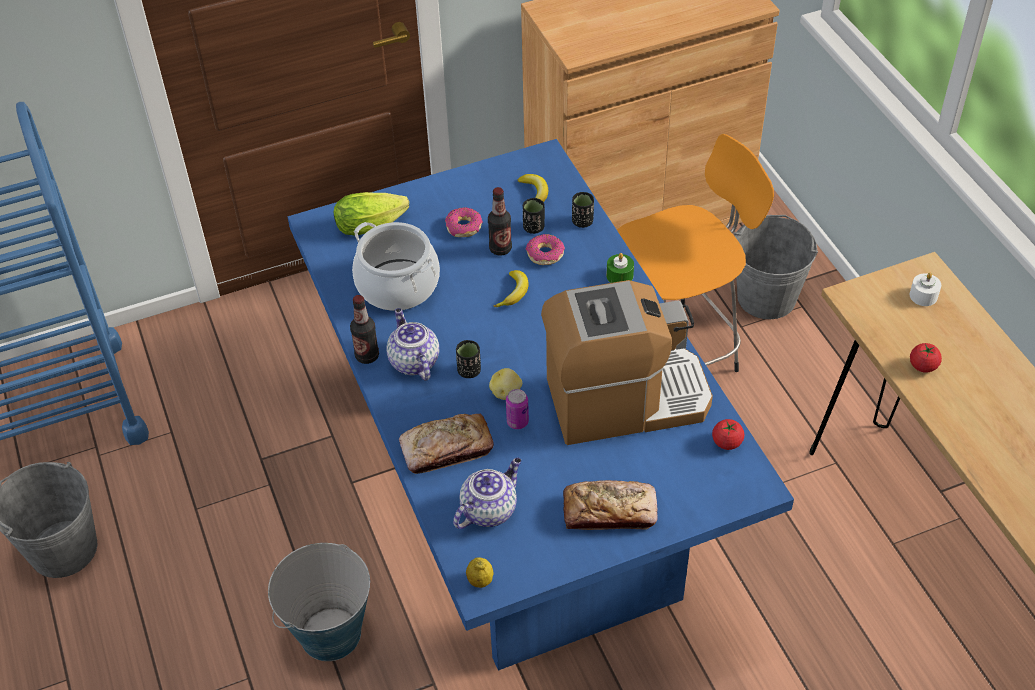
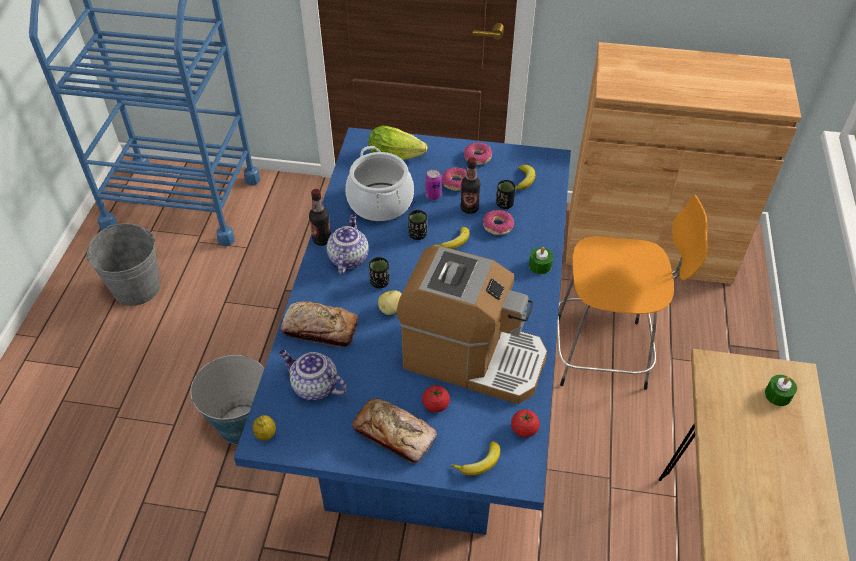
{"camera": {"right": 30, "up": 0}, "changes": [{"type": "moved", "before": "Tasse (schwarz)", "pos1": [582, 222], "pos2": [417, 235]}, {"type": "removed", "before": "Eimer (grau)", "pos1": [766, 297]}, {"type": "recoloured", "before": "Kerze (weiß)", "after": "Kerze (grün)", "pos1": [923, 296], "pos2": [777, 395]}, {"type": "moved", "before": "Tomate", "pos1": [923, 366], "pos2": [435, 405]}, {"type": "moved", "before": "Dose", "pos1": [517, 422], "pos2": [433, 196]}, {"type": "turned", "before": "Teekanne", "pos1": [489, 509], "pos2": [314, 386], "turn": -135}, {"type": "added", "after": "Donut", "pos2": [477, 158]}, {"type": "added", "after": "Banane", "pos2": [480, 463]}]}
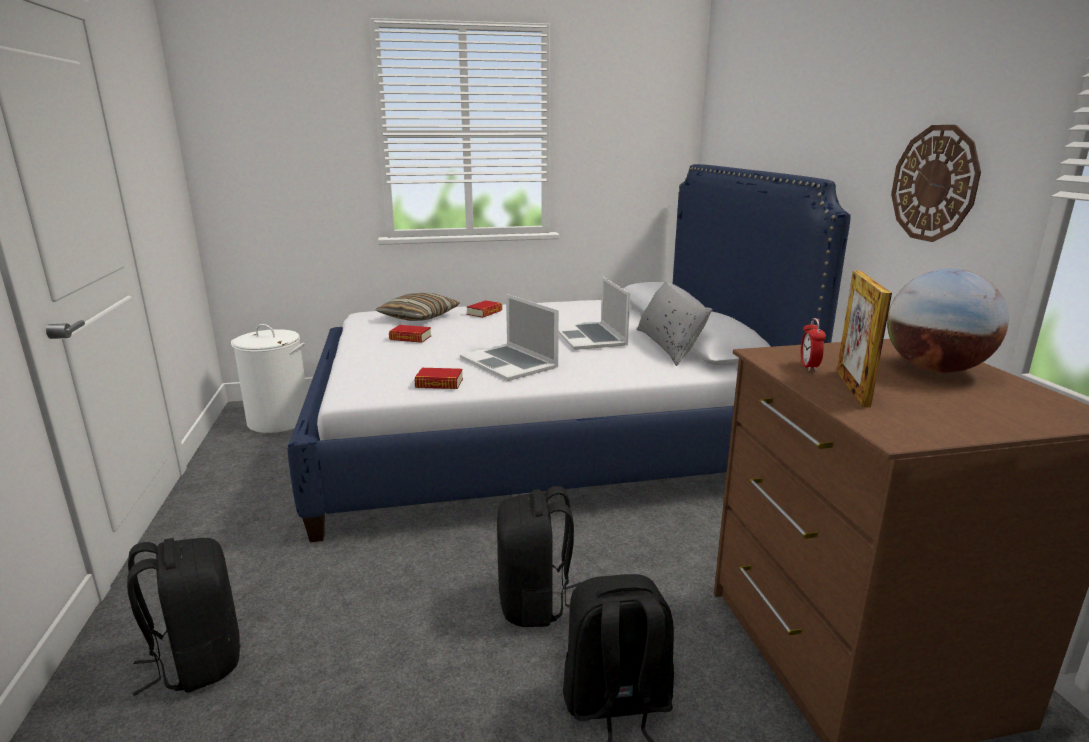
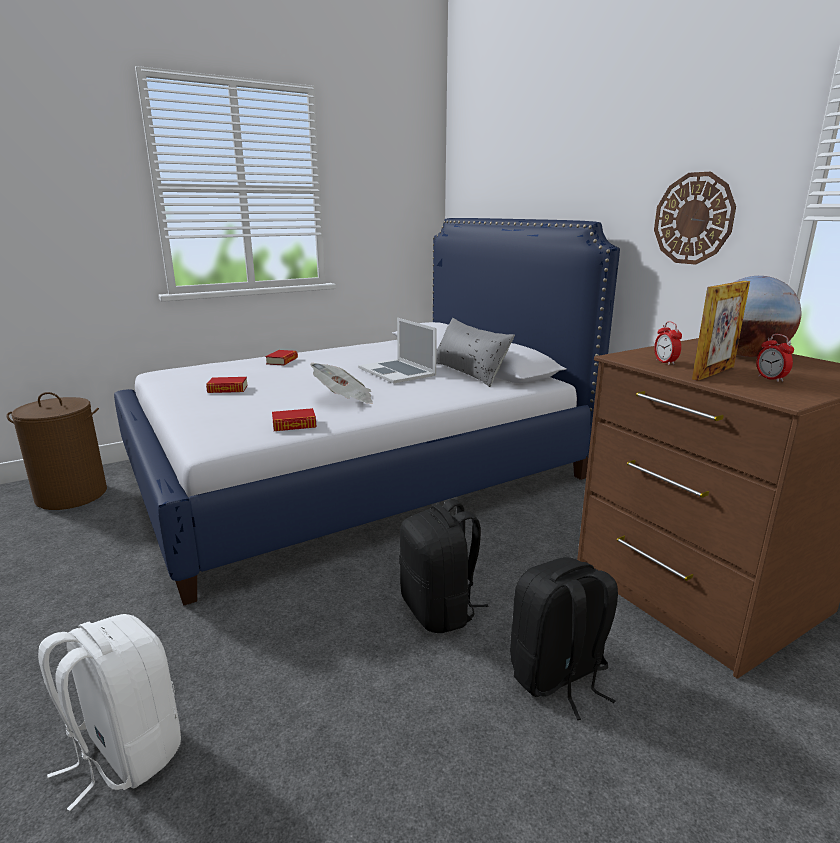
{"camera": {"right": -20, "up": 0}, "changes": [{"type": "turned", "before": "Bilderrahmen", "pos1": [852, 388], "pos2": [713, 373], "turn": -120}, {"type": "removed", "before": "Kissen", "pos1": [419, 317]}, {"type": "replaced", "before": "Laptop", "after": "Zeitung", "pos1": [509, 362], "pos2": [344, 399]}, {"type": "recoloured", "before": "Wäschekorb (weiß)", "after": "Wäschekorb (braun)", "pos1": [279, 420], "pos2": [72, 495]}, {"type": "recoloured", "before": "Rucksack (schwarz)", "after": "Rucksack (weiß)", "pos1": [198, 660], "pos2": [125, 752]}, {"type": "added", "after": "Wecker", "pos2": [770, 379]}]}
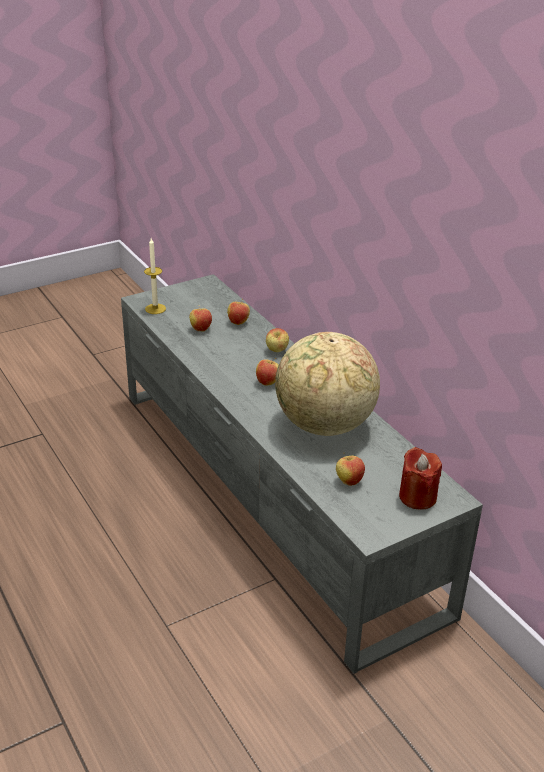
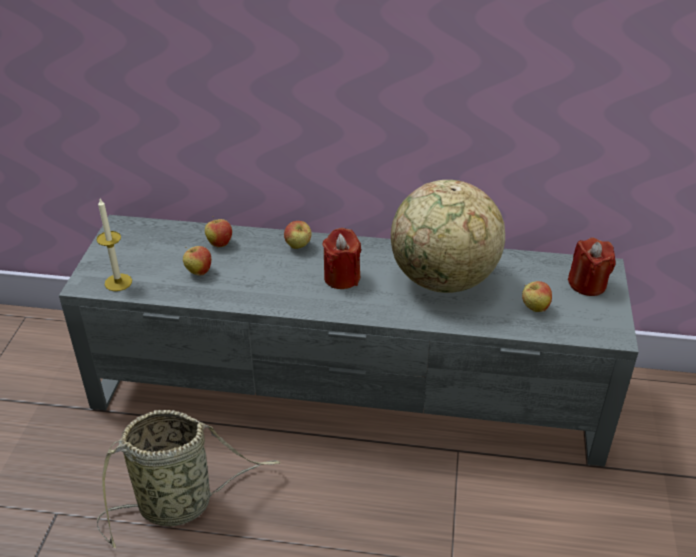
{"camera": {"right": -50, "up": 5}, "changes": [{"type": "replaced", "before": "Apfel", "after": "Kerze (rot)", "pos1": [268, 382], "pos2": [342, 277]}, {"type": "added", "after": "Korb", "pos2": [181, 503]}]}
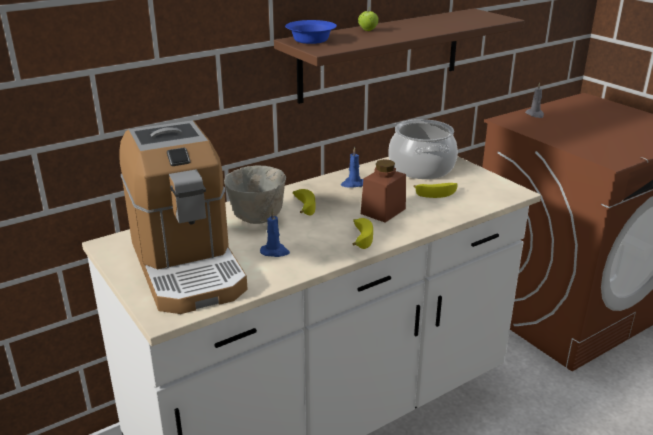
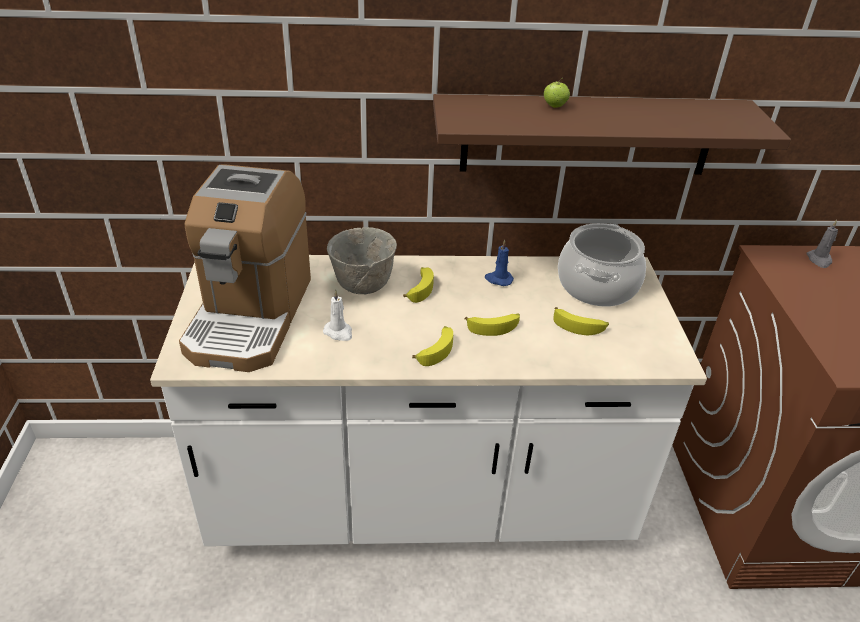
{"camera": {"right": 30, "up": 10}, "changes": [{"type": "removed", "before": "Schüssel (blau)", "pos1": [312, 40]}, {"type": "replaced", "before": "Vorratsglas (braun)", "after": "Banane", "pos1": [383, 211], "pos2": [494, 326]}, {"type": "recoloured", "before": "Kerze (blau)", "after": "Kerze (weiß)", "pos1": [275, 252], "pos2": [339, 332]}]}
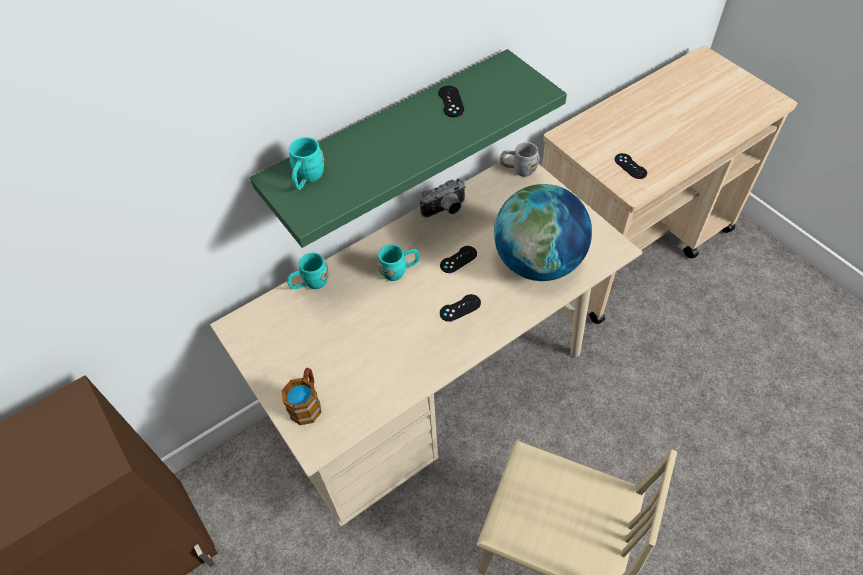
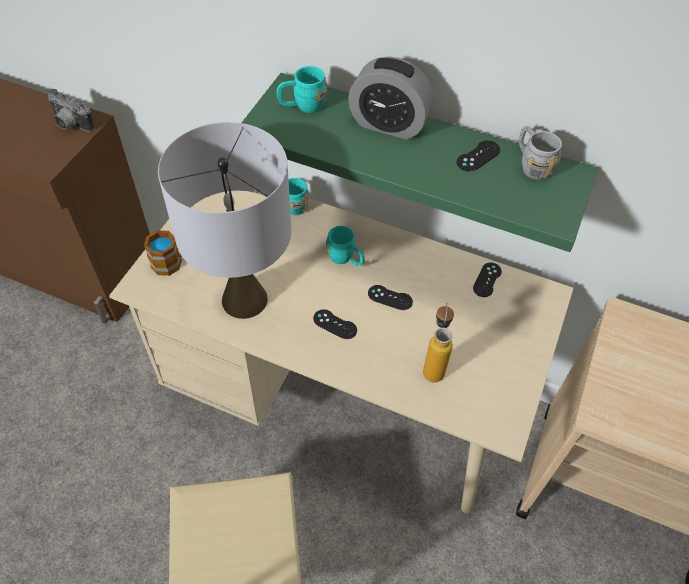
{"camera": {"right": 55, "up": 0}, "changes": [{"type": "moved", "before": "Henkelbecher (grau)", "pos1": [518, 169], "pos2": [531, 165]}, {"type": "moved", "before": "Gamepad (schwarz)", "pos1": [630, 166], "pos2": [487, 280]}, {"type": "moved", "before": "Kamera", "pos1": [445, 210], "pos2": [70, 125]}, {"type": "replaced", "before": "Globus", "after": "Flasche", "pos1": [538, 262], "pos2": [434, 365]}, {"type": "added", "after": "Wecker", "pos2": [388, 124]}, {"type": "added", "after": "Tischlampe (grau)", "pos2": [245, 299]}]}
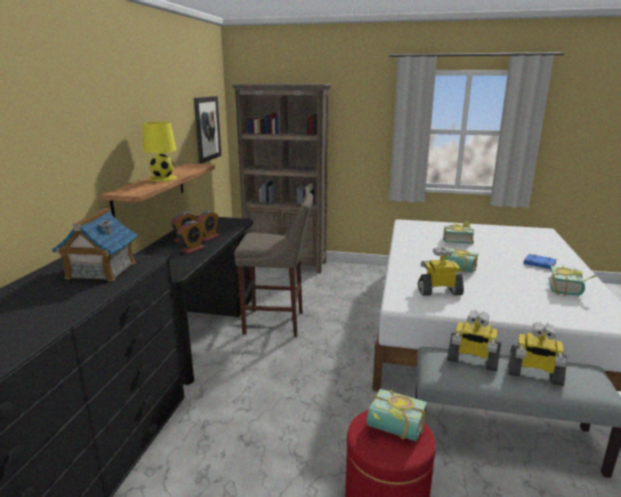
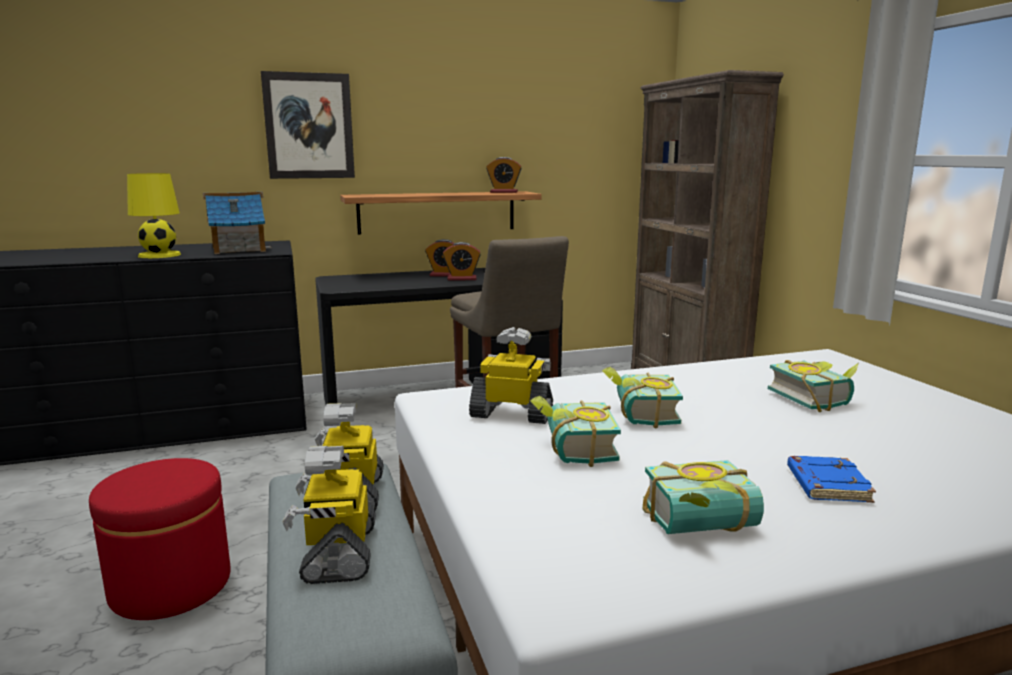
{"camera": {"right": 60, "up": -5}, "changes": [{"type": "moved", "before": "Bild", "pos1": [207, 128], "pos2": [309, 126]}, {"type": "moved", "before": "Tischlampe (gelb)", "pos1": [163, 179], "pos2": [159, 255]}, {"type": "moved", "before": "Wecker", "pos1": [192, 249], "pos2": [504, 192]}, {"type": "turned", "before": "Spielzeugroboter", "pos1": [439, 291], "pos2": [513, 414], "turn": -45}, {"type": "moved", "before": "Buch", "pos1": [394, 430], "pos2": [572, 450]}]}
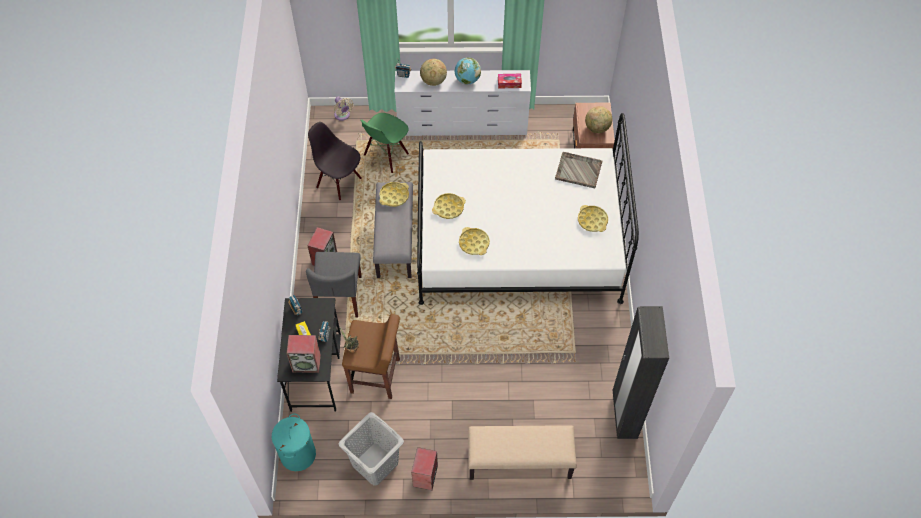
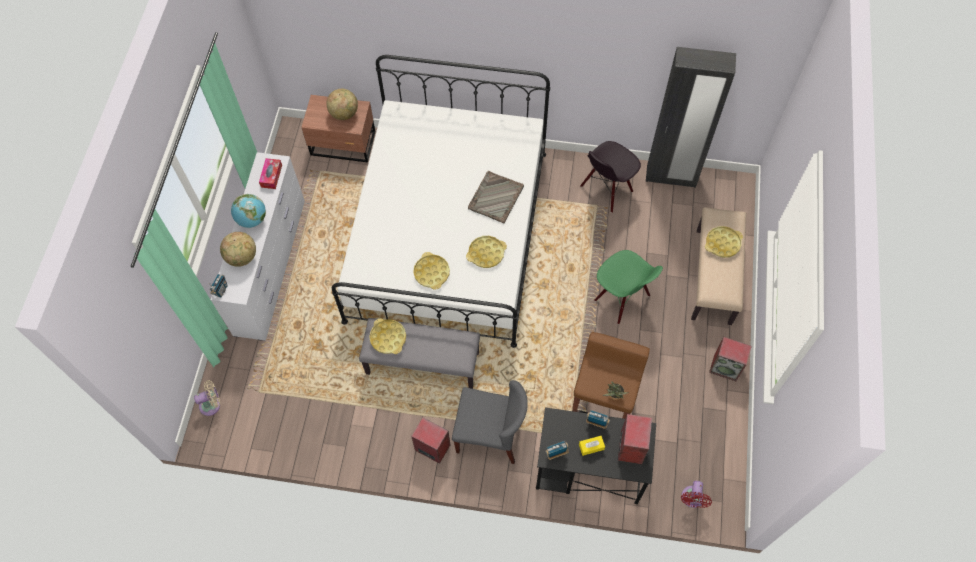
{"camera": {"right": -80, "up": 5}, "changes": [{"type": "moved", "before": "Stuhl (grün)", "pos1": [386, 155], "pos2": [621, 298]}, {"type": "moved", "before": "Stuhl (schwarz)", "pos1": [339, 182], "pos2": [606, 190]}, {"type": "moved", "before": "Tablett (grau)", "pos1": [578, 170], "pos2": [495, 198]}, {"type": "moved", "before": "Tablett (gelb)", "pos1": [592, 220], "pos2": [722, 243]}, {"type": "removed", "before": "Wäschekorb (grau)", "pos1": [374, 463]}, {"type": "replaced", "before": "Wäschekorb (türkis)", "after": "Ventilator (rot)", "pos1": [298, 454], "pos2": [692, 499]}]}
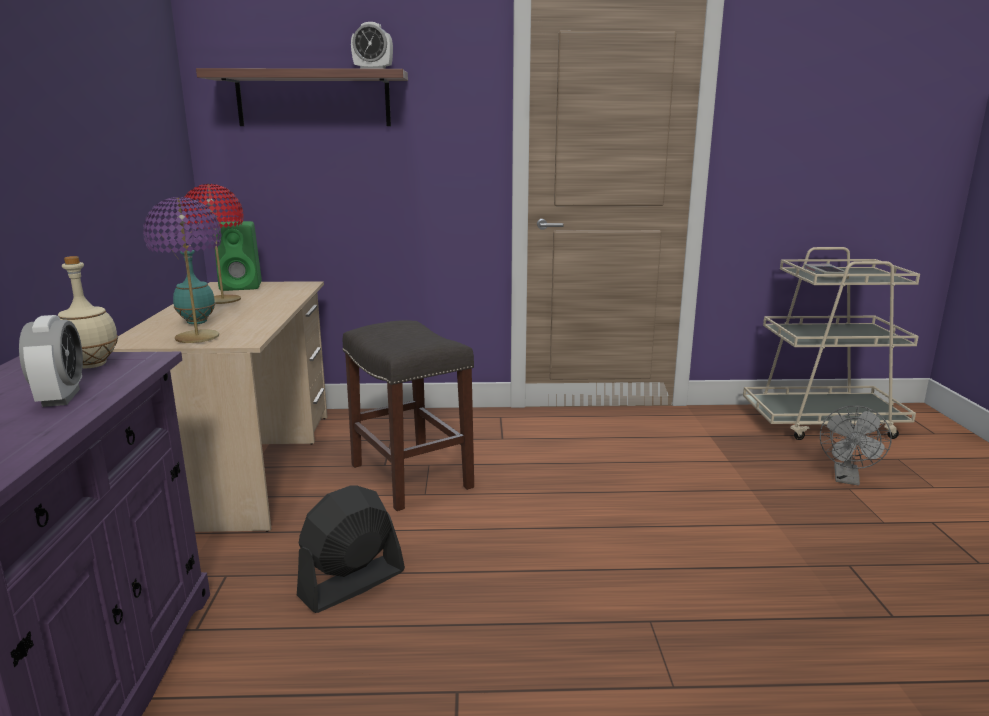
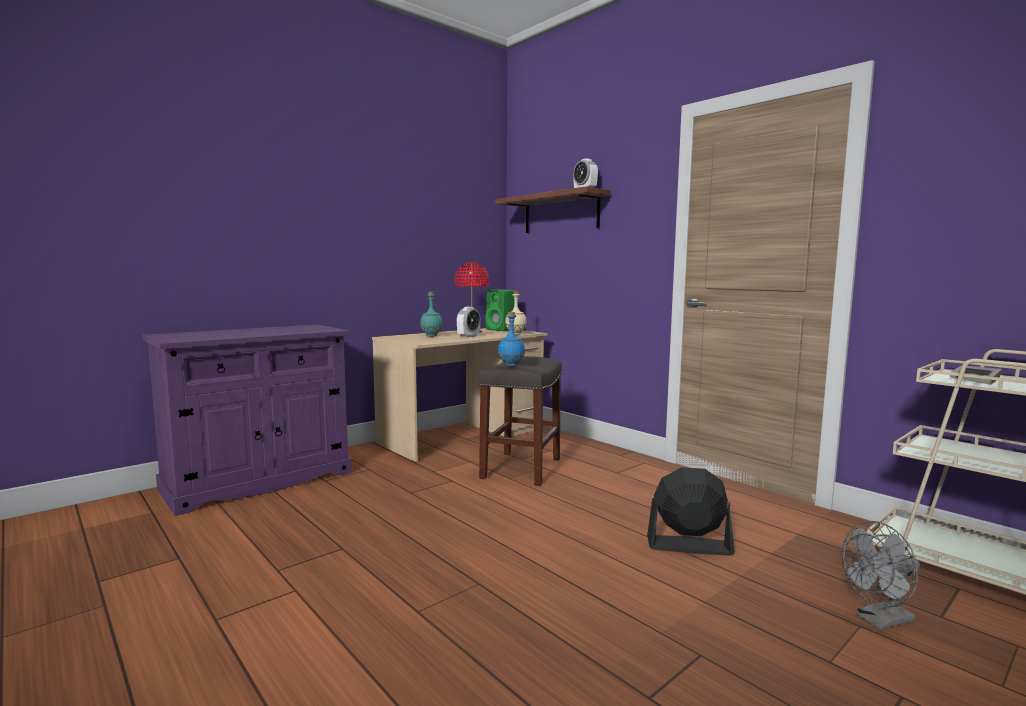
{"camera": {"right": 50, "up": -10}, "changes": [{"type": "removed", "before": "Tischlampe (lila)", "pos1": [198, 338]}, {"type": "moved", "before": "Flasche (beige)", "pos1": [92, 365], "pos2": [516, 334]}, {"type": "moved", "before": "Wecker", "pos1": [61, 397], "pos2": [468, 336]}, {"type": "moved", "before": "Ventilator (schwarz)", "pos1": [351, 583], "pos2": [688, 545]}, {"type": "added", "after": "Flasche (blau)", "pos2": [510, 365]}]}
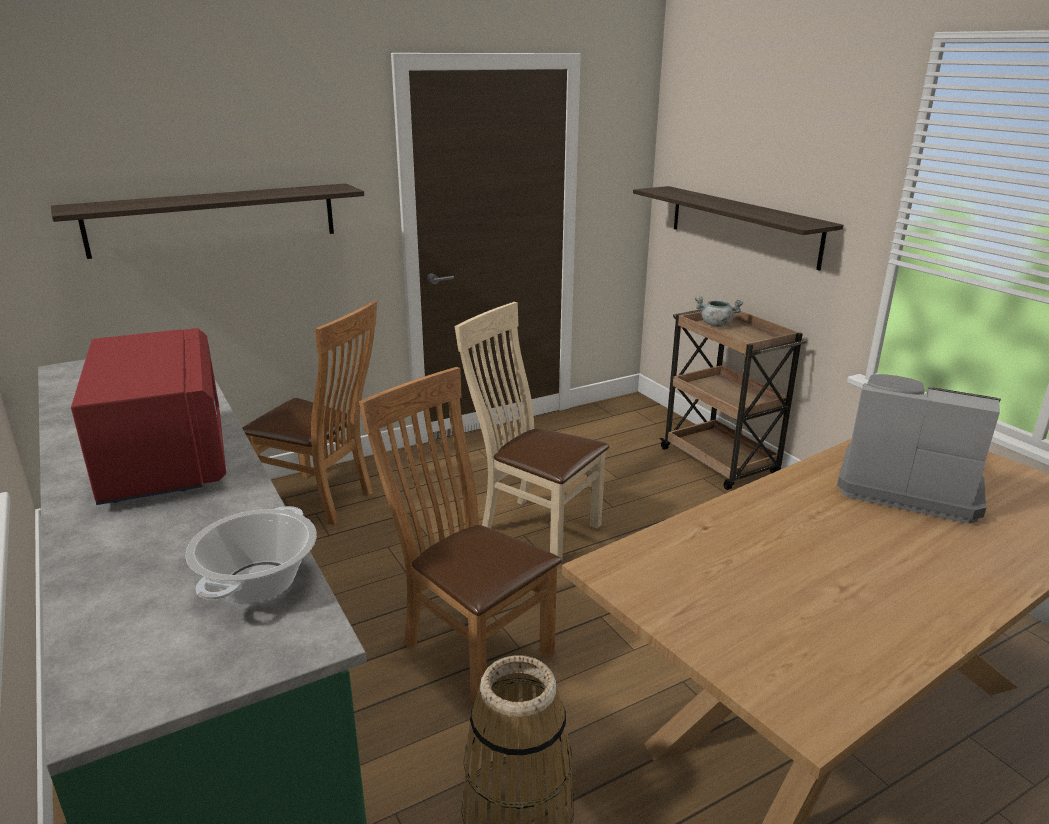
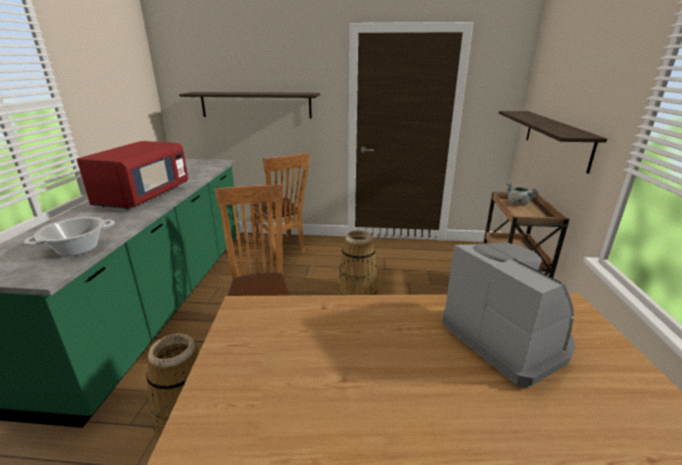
{"camera": {"right": 35, "up": 0}, "changes": [{"type": "replaced", "before": "Stuhl (beige)", "after": "Korb", "pos1": [534, 526], "pos2": [357, 292]}]}
